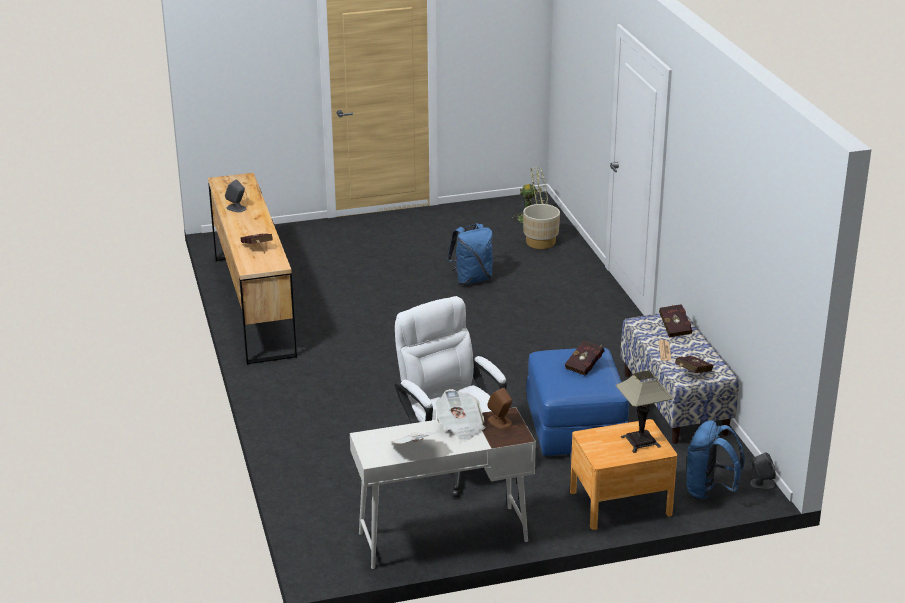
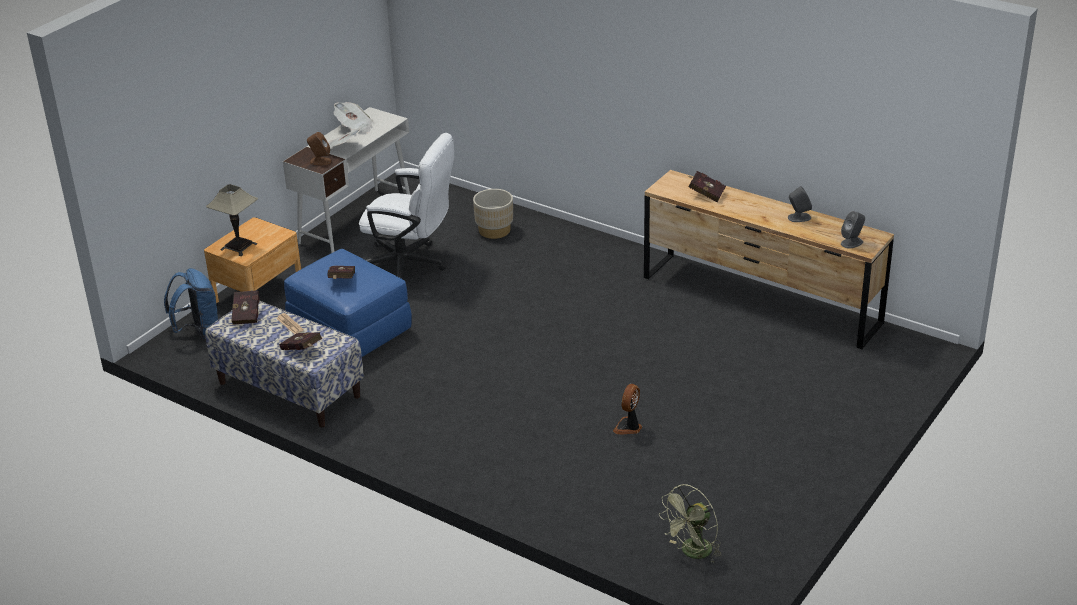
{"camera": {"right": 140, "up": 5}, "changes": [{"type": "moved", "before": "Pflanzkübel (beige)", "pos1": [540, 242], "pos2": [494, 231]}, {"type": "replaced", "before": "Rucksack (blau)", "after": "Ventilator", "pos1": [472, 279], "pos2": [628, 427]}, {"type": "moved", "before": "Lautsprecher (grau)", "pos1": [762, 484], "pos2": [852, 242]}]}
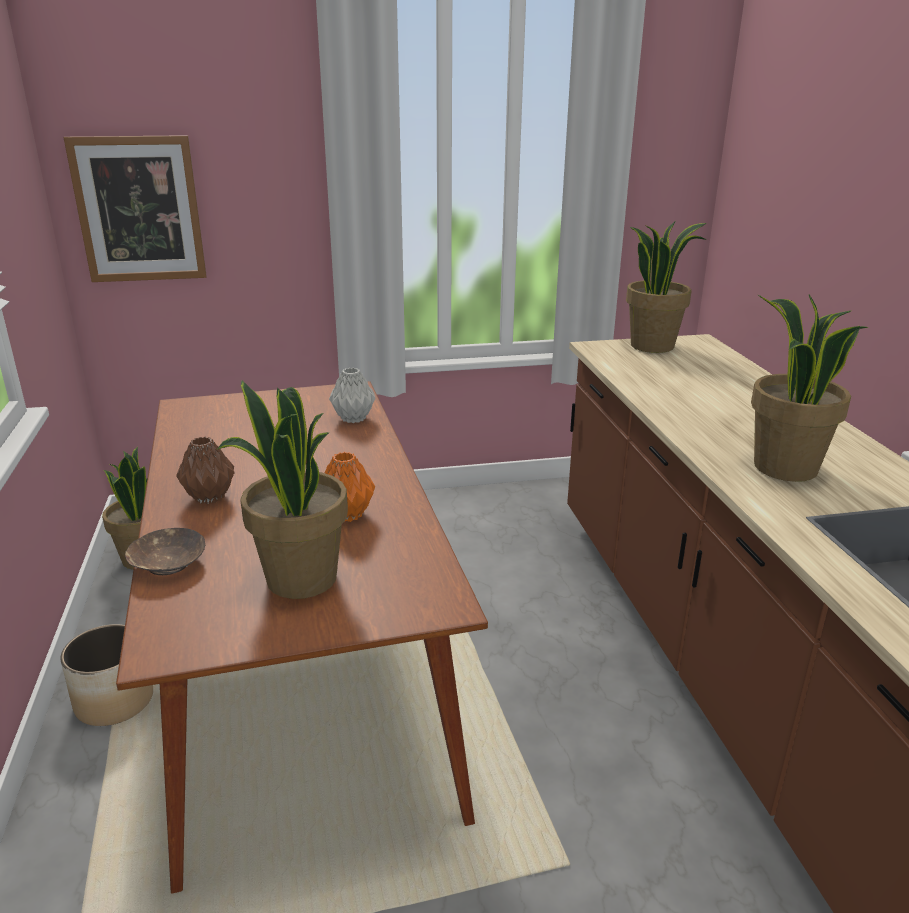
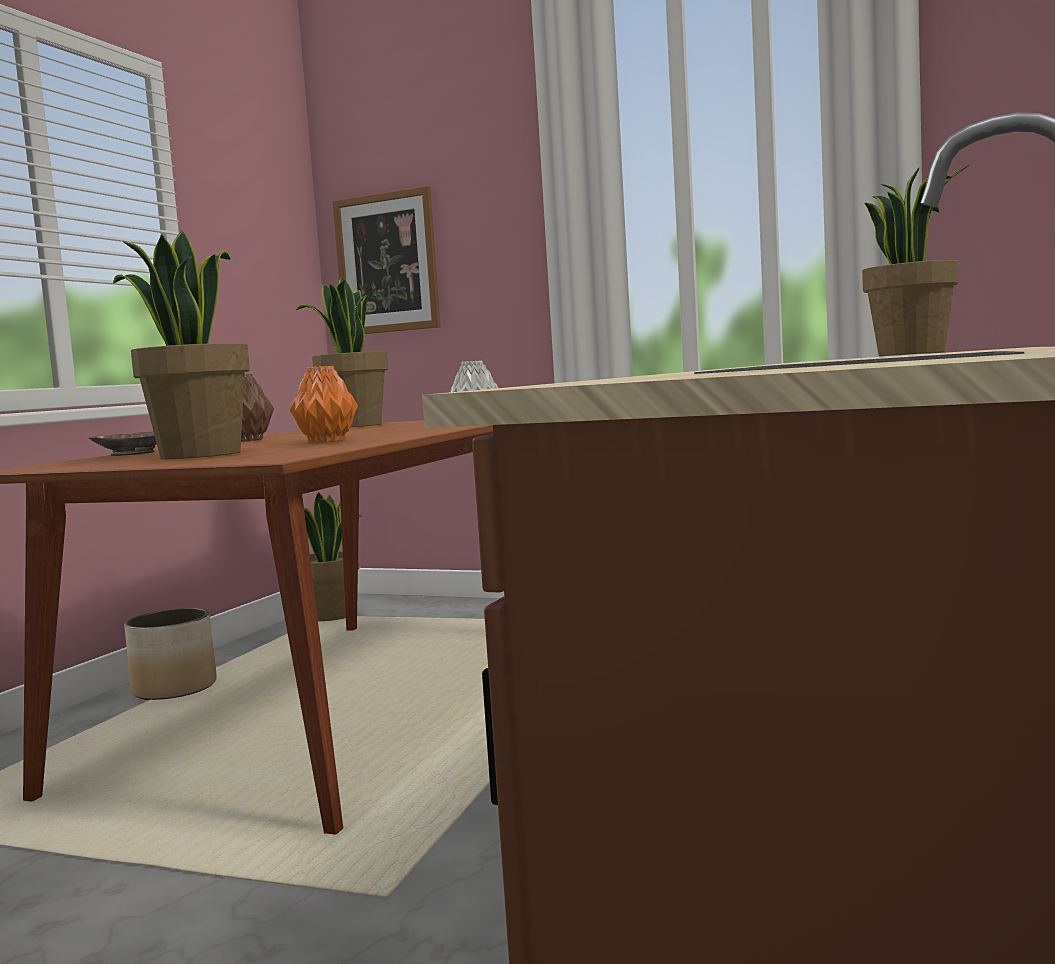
{"camera": {"right": 35, "up": -20}, "changes": [{"type": "moved", "before": "Topfpflanze", "pos1": [784, 468], "pos2": [354, 426]}]}
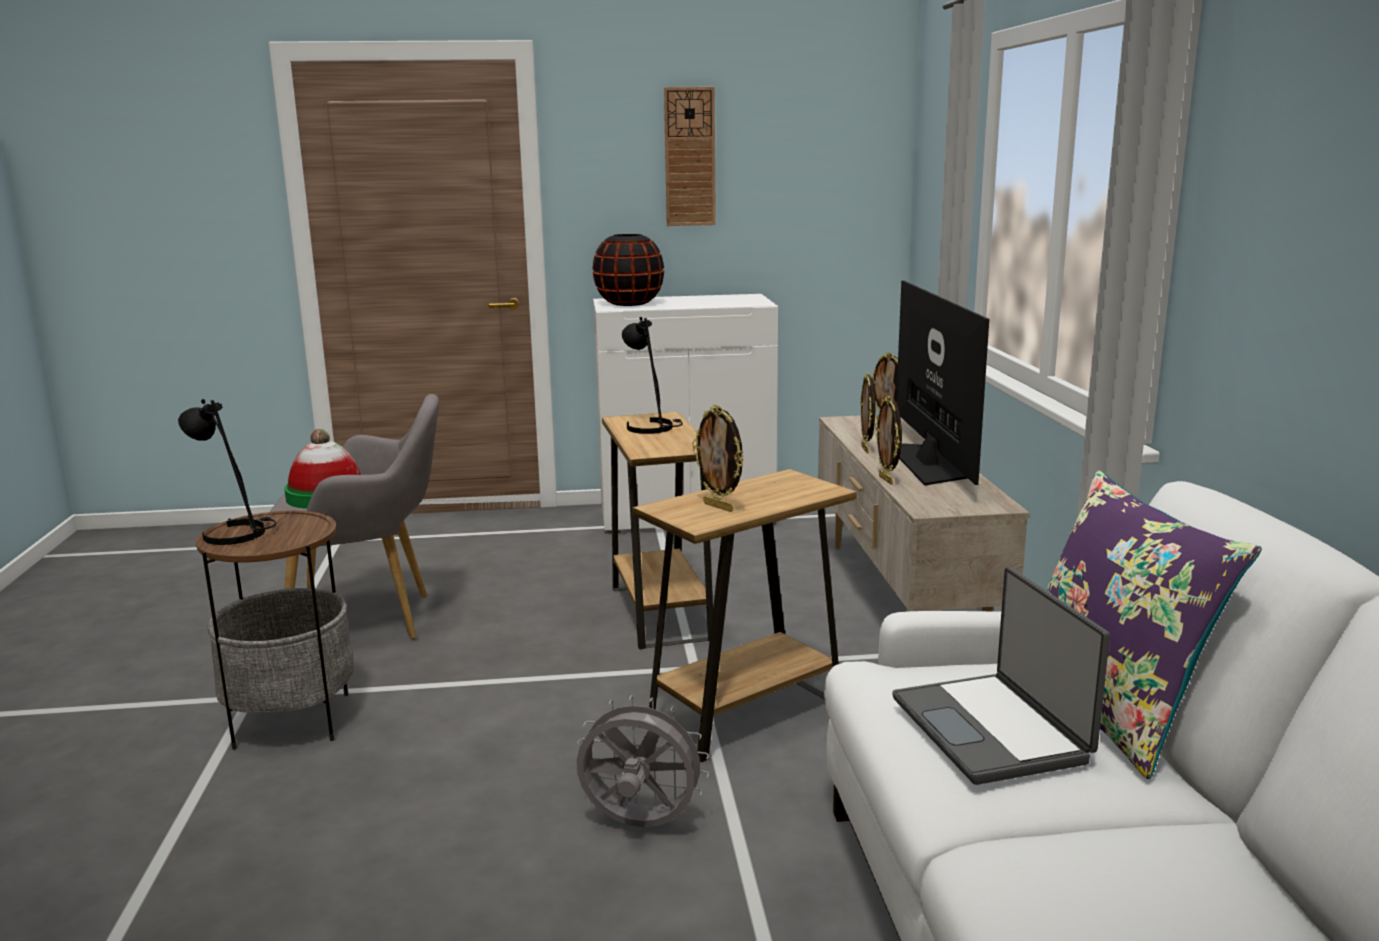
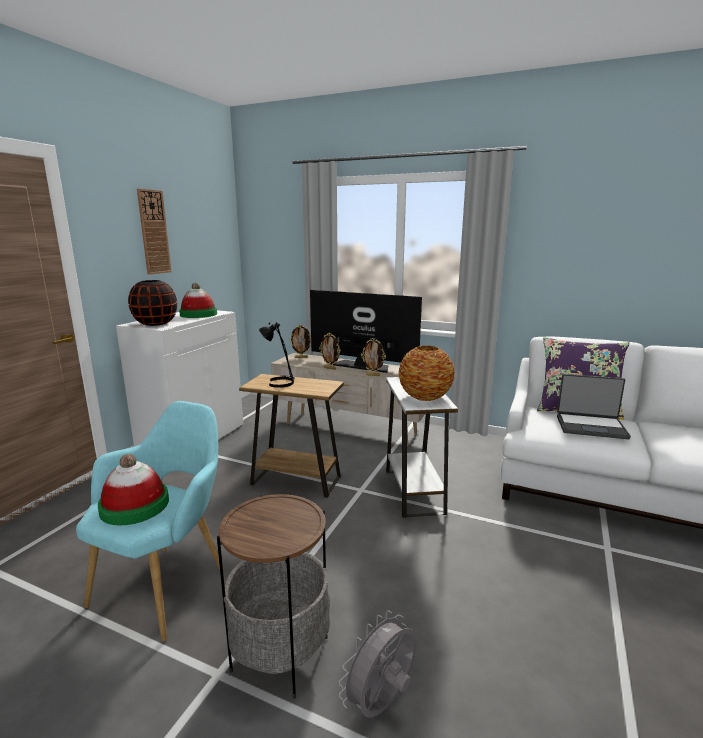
{"camera": {"right": -60, "up": 0}, "changes": [{"type": "recoloured", "before": "Sessel (grau)", "after": "Sessel (türkis)", "pos1": [370, 621], "pos2": [168, 582]}, {"type": "removed", "before": "Tischlampe (schwarz)", "pos1": [237, 533]}, {"type": "replaced", "before": "Bilderrahmen", "after": "Vase", "pos1": [719, 507], "pos2": [425, 397]}, {"type": "recoloured", "before": "Beistelltisch (braun)", "after": "Beistelltisch (weiß)", "pos1": [746, 713], "pos2": [414, 491]}, {"type": "moved", "before": "Ventilator (grau)", "pos1": [639, 826], "pos2": [382, 703]}, {"type": "added", "after": "Hut", "pos2": [198, 314]}]}
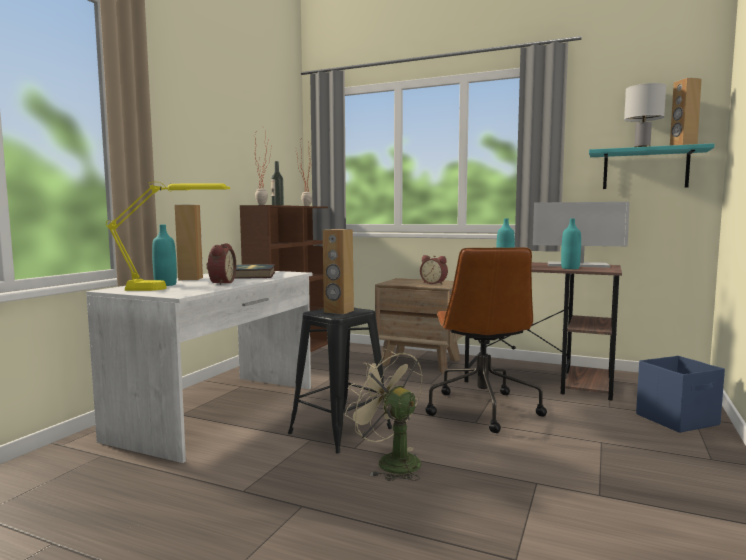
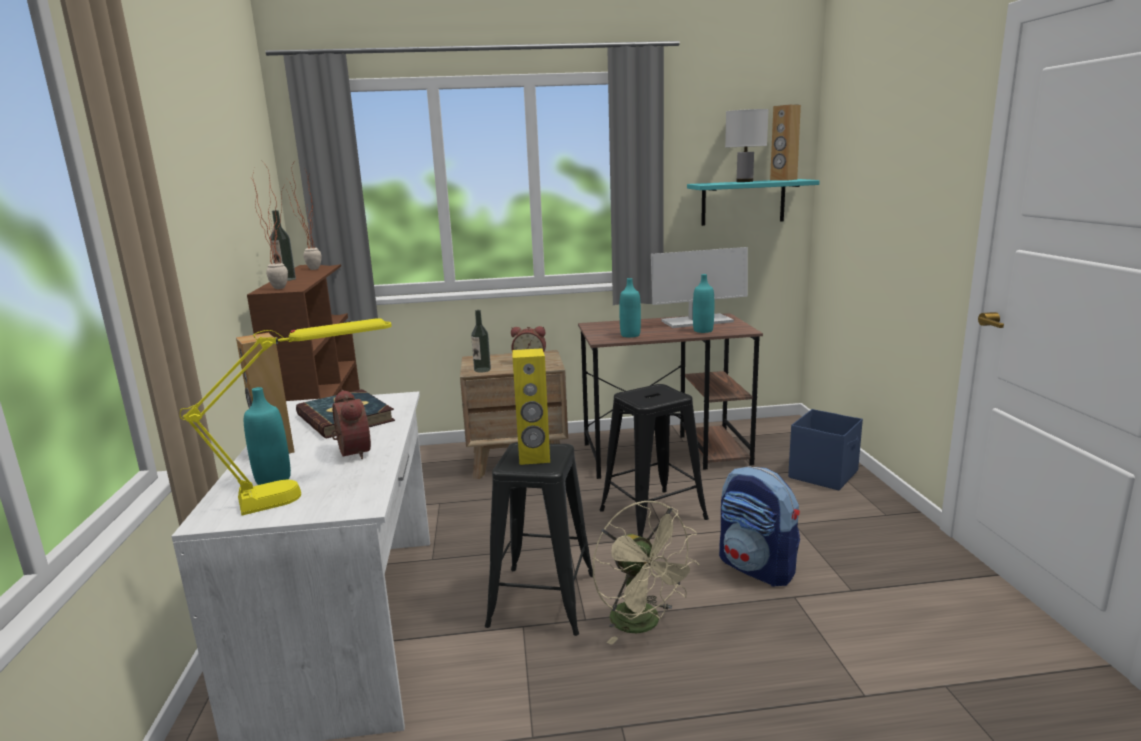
{"camera": {"right": -30, "up": 10}, "changes": [{"type": "recoloured", "before": "Lautsprecher (braun)", "after": "Lautsprecher (gelb)", "pos1": [338, 311], "pos2": [534, 458]}, {"type": "replaced", "before": "Bürostuhl (braun)", "after": "Hocker (schwarz)", "pos1": [481, 409], "pos2": [653, 514]}, {"type": "turned", "before": "Ventilator (beige)", "pos1": [390, 462], "pos2": [643, 624], "turn": -135}, {"type": "added", "after": "Flasche", "pos2": [482, 370]}, {"type": "added", "after": "Rucksack", "pos2": [757, 568]}]}
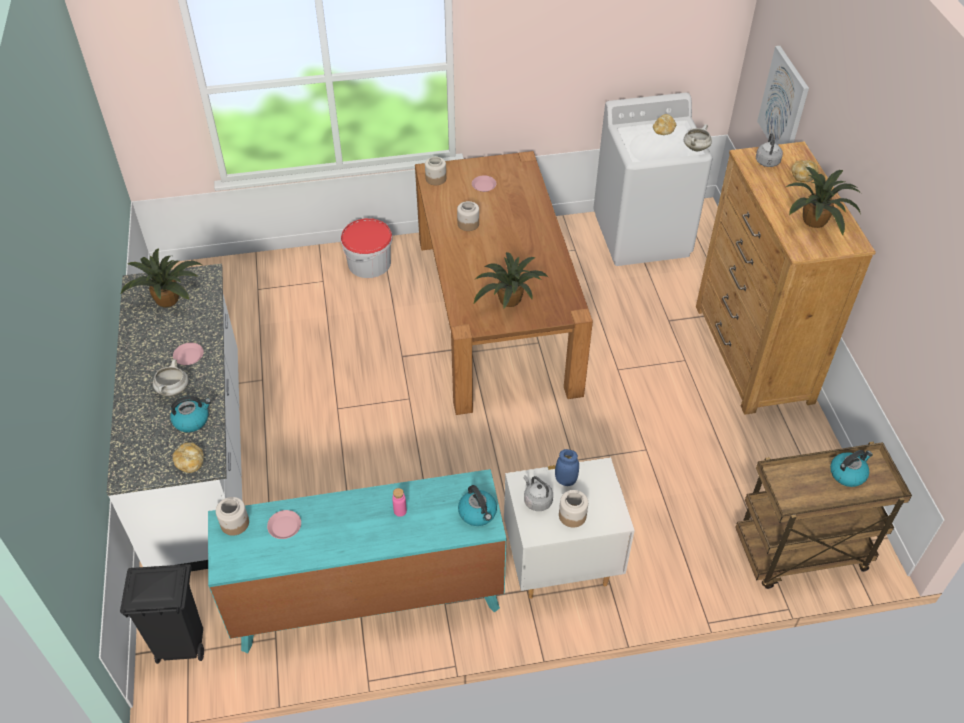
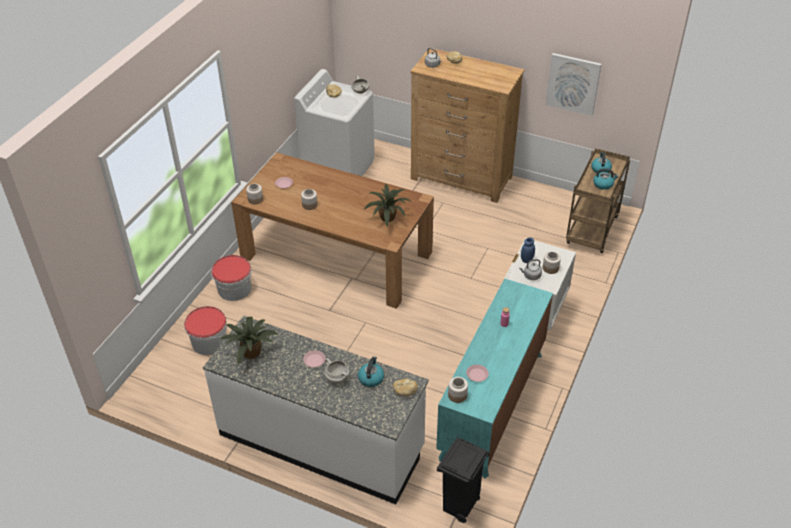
{"camera": {"right": -55, "up": -5}, "changes": [{"type": "moved", "before": "Bild", "pos1": [784, 105], "pos2": [573, 83]}, {"type": "removed", "before": "Topfpflanze", "pos1": [816, 222]}, {"type": "moved", "before": "Wasserkessel", "pos1": [478, 513], "pos2": [603, 184]}, {"type": "added", "after": "Eimer", "pos2": [209, 342]}]}
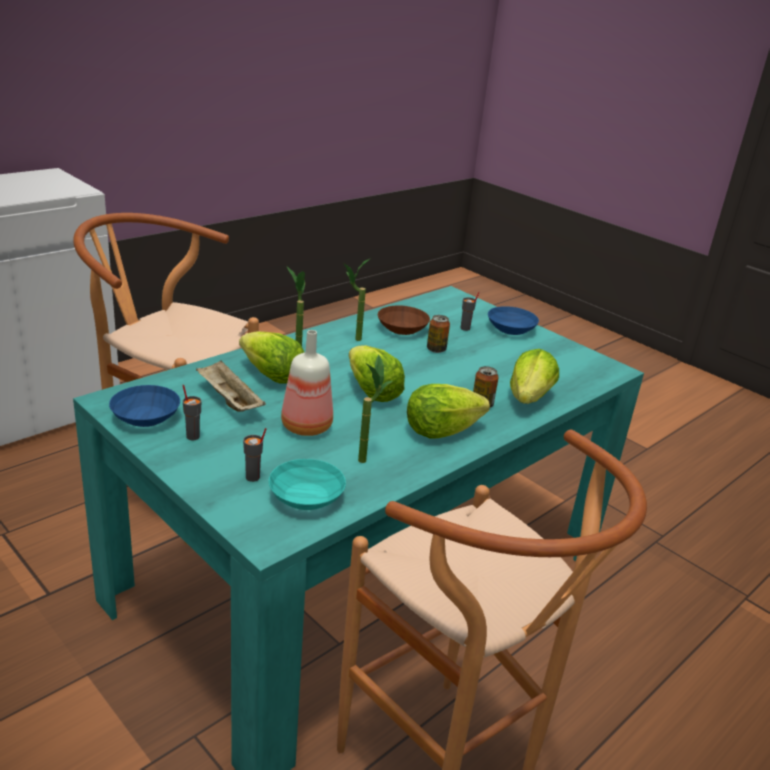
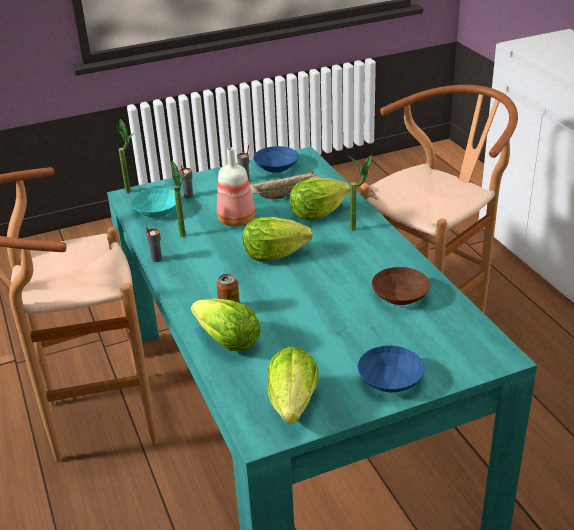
{"camera": {"right": 115, "up": 5}, "changes": [{"type": "moved", "before": "Topfpflanze", "pos1": [351, 339], "pos2": [130, 188]}, {"type": "moved", "before": "Tasse (grau)", "pos1": [465, 328], "pos2": [156, 259]}, {"type": "removed", "before": "Dose", "pos1": [436, 349]}, {"type": "moved", "before": "Salatkopf", "pos1": [440, 431], "pos2": [293, 403]}]}
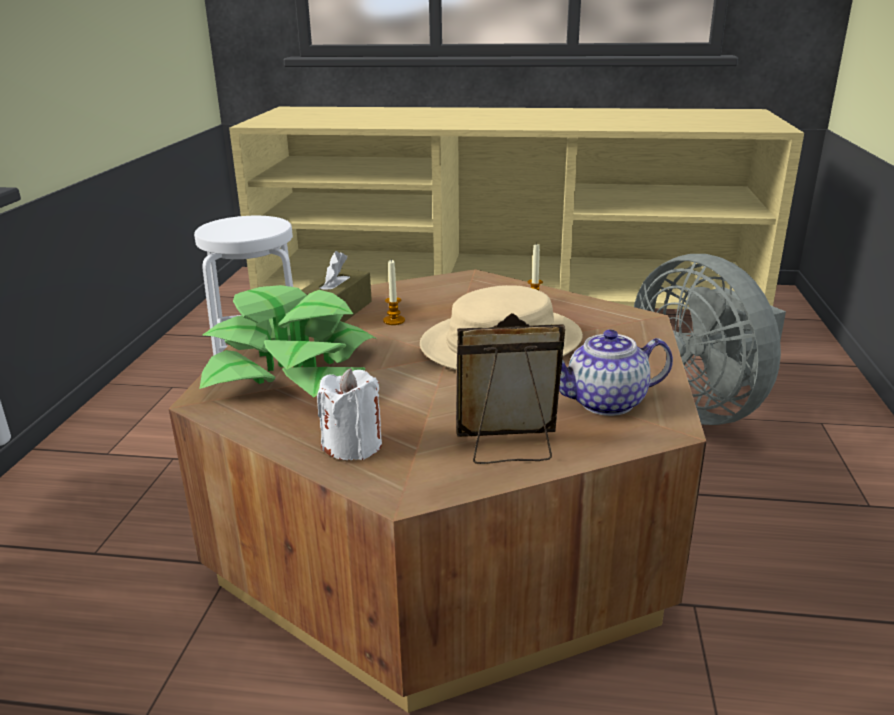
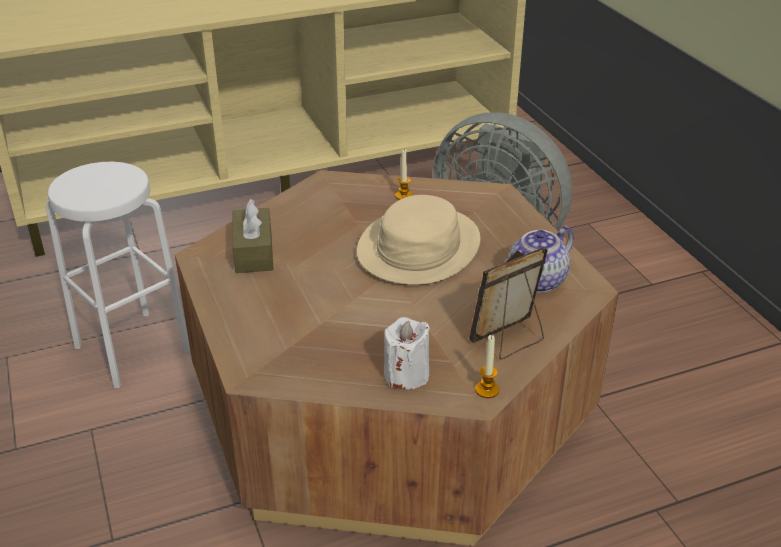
{"camera": {"right": -30, "up": 10}, "changes": [{"type": "moved", "before": "Kerze", "pos1": [394, 321], "pos2": [487, 390]}, {"type": "removed", "before": "Topfpflanze", "pos1": [292, 370]}]}
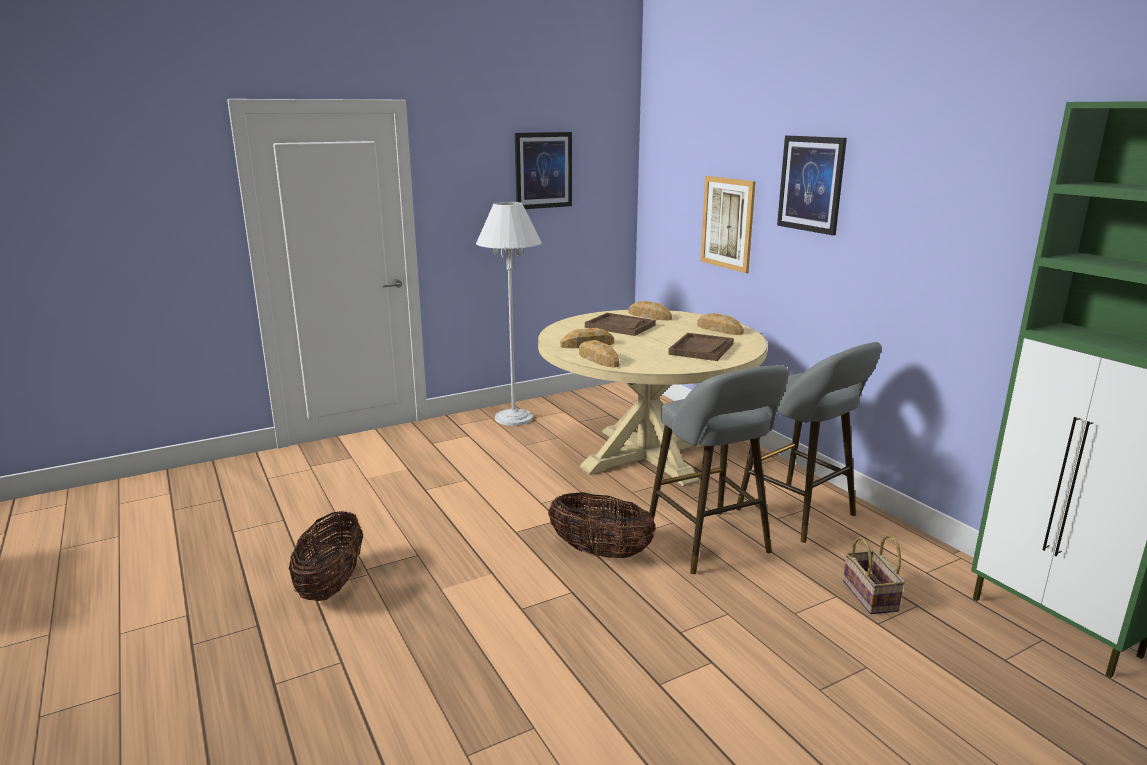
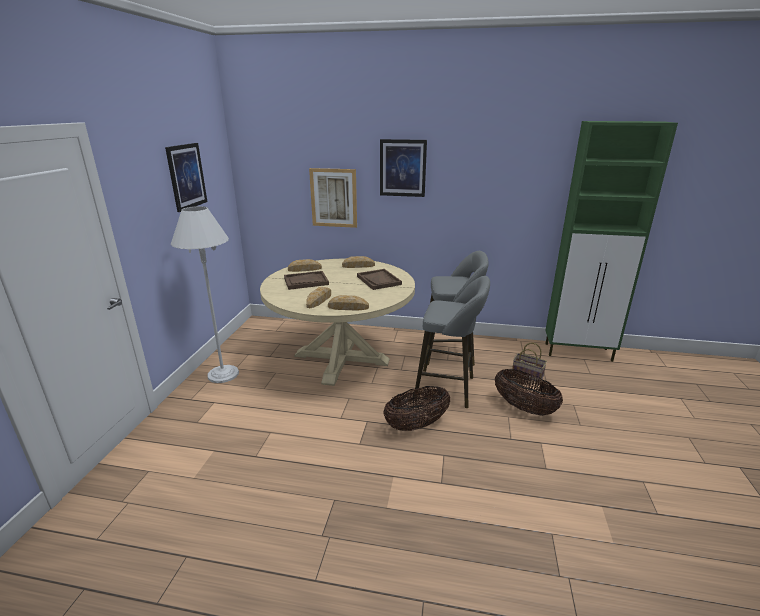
{"camera": {"right": -50, "up": 5}, "changes": [{"type": "moved", "before": "Korb", "pos1": [331, 584], "pos2": [524, 408]}]}
